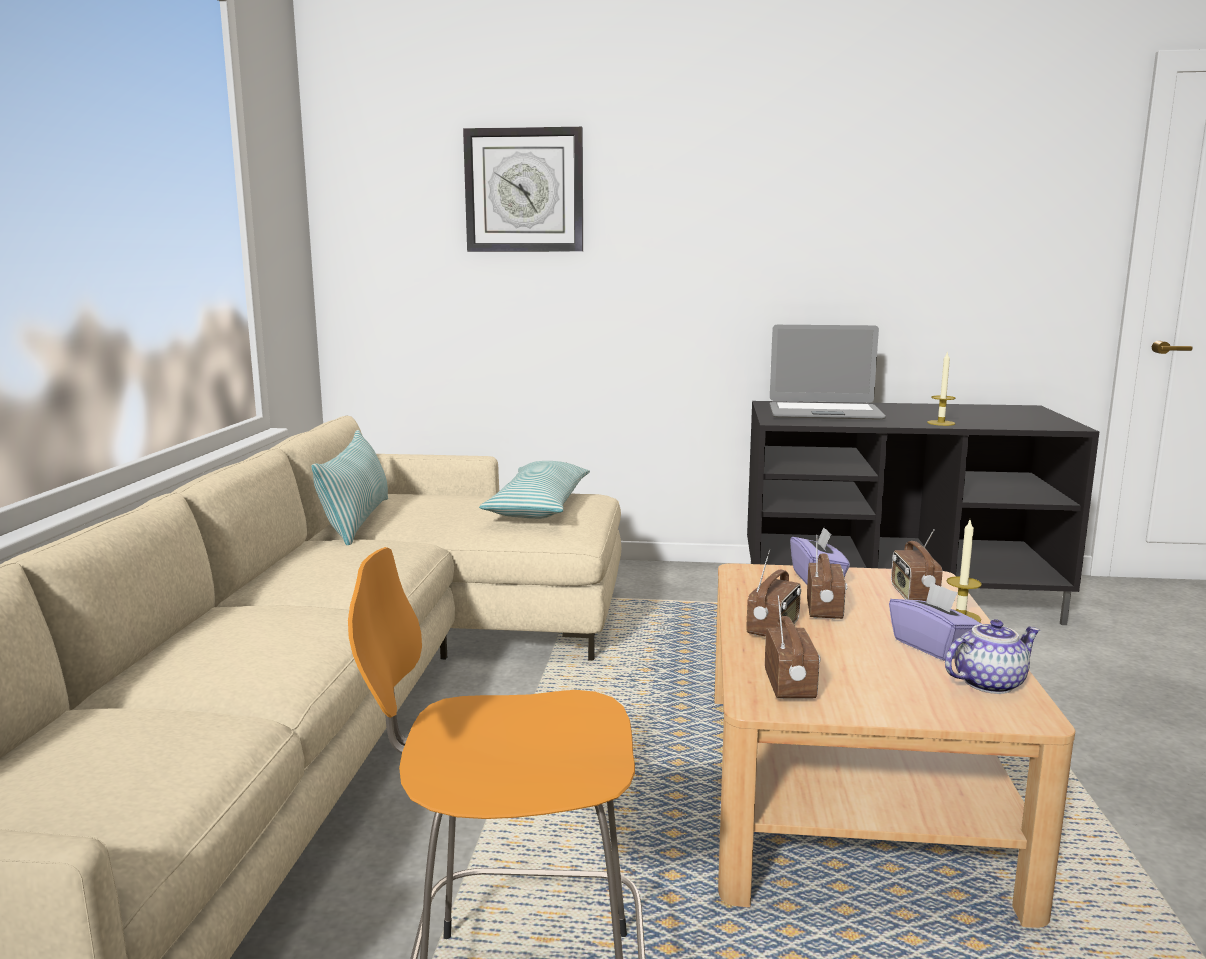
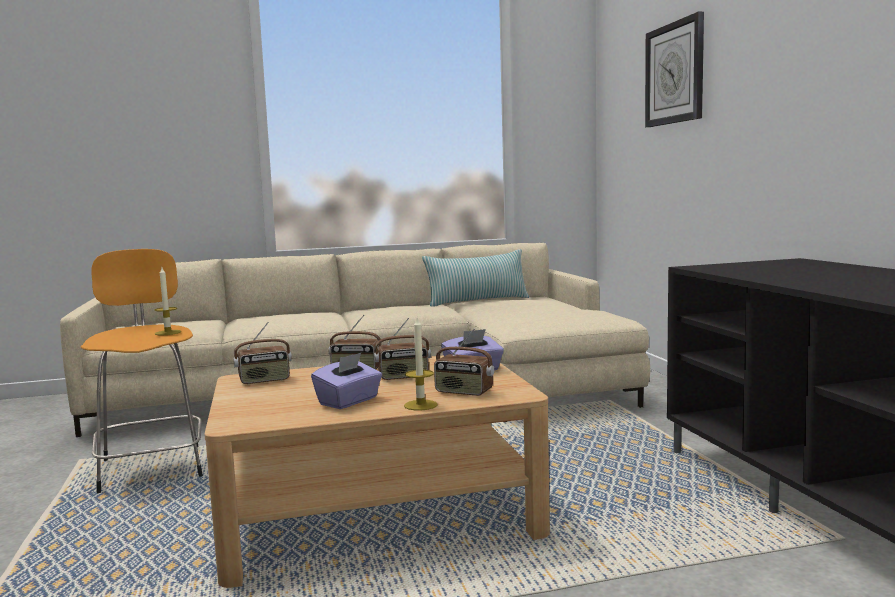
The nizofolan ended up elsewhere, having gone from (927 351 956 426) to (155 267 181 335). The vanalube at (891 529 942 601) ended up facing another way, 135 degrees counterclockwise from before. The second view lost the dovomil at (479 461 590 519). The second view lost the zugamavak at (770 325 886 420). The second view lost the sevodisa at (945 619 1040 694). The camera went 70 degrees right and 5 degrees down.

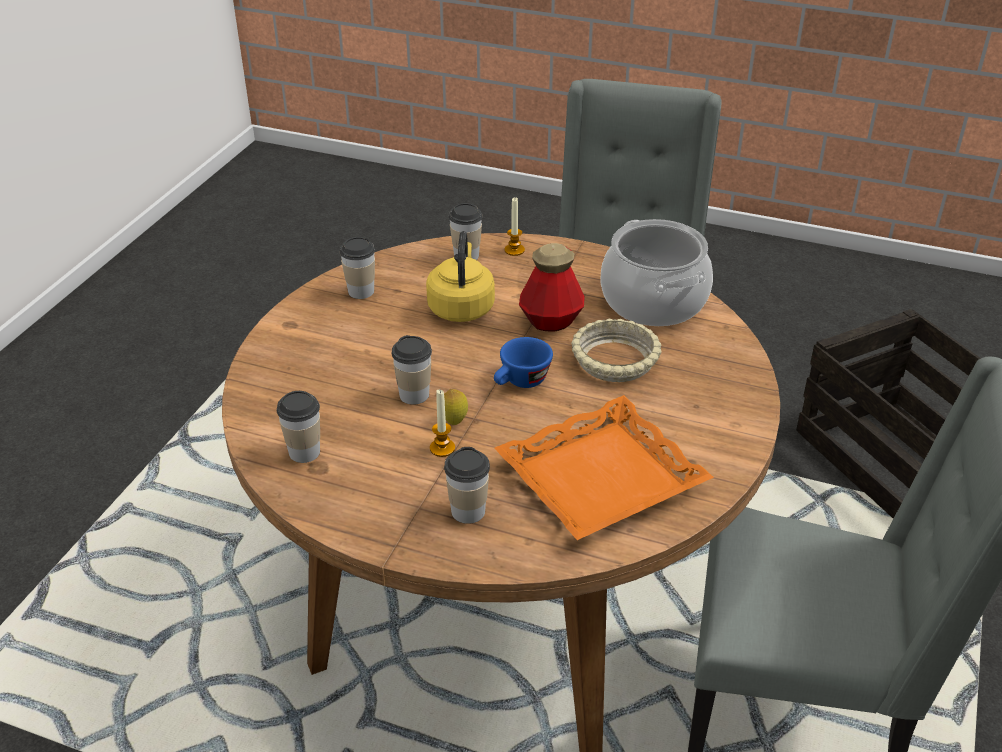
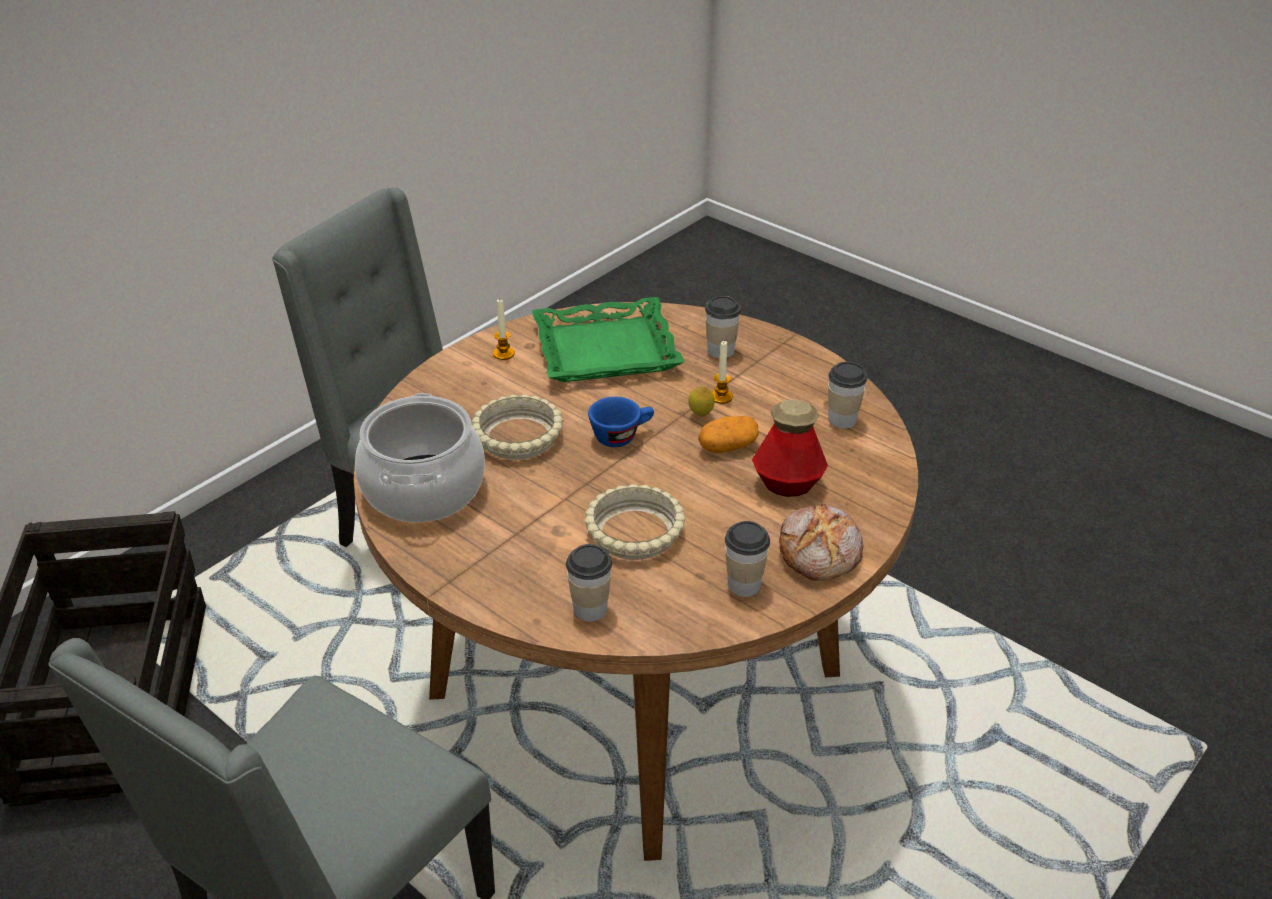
The nizofolan ended up elsewhere, having gone from (505 197 525 256) to (493 299 515 360). What was the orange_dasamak at (494 395 714 540) turned into the green_dasamak at (532 297 684 382). Where the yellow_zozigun stood at (426 231 495 322), the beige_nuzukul came to stand at (585 484 686 560). Where the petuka stood at (392 335 432 405), the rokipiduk came to stand at (698 416 759 453). The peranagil ended up elsewhere, having gone from (519 243 585 331) to (752 399 828 497). The second view gained the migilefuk at (779 504 863 581). The camera went 160 degrees left and 0 degrees up.

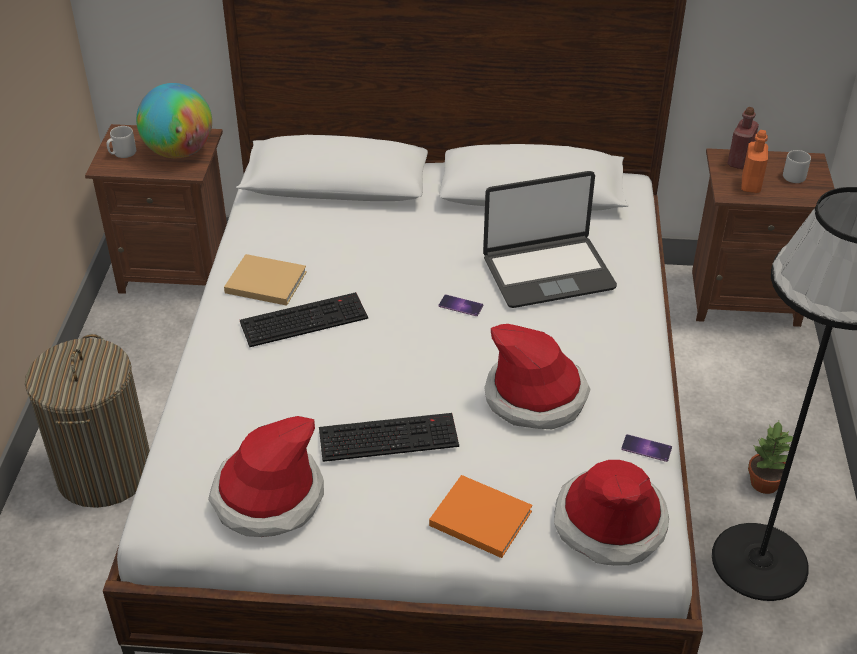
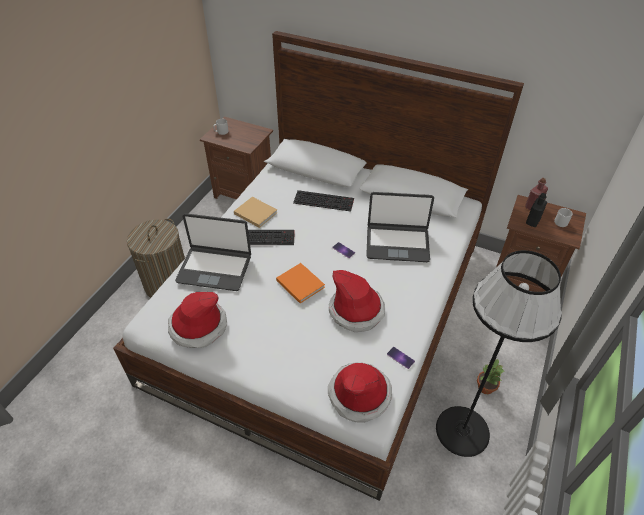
The second view gained the zugamavak at (175 213 251 291). The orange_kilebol ended up elsewhere, having gone from (429 475 533 558) to (276 263 325 303). The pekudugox ended up elsewhere, having gone from (319 413 459 462) to (293 190 354 212). What was the orange_peranagil at (741 130 768 193) turned into the black_peranagil at (526 193 547 227). The second view lost the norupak at (136 83 212 158). The camera went 20 degrees right and 5 degrees up.

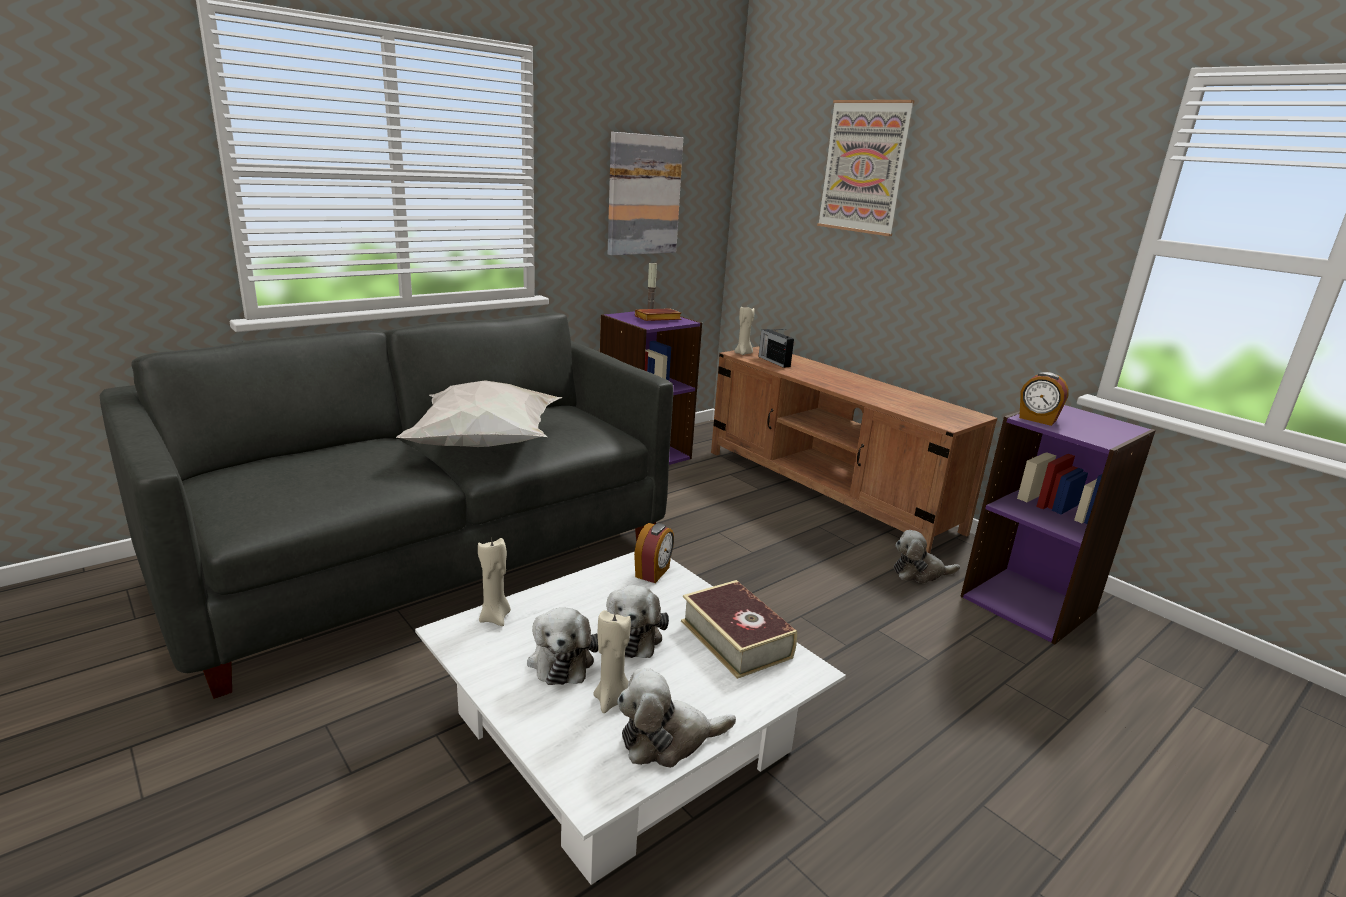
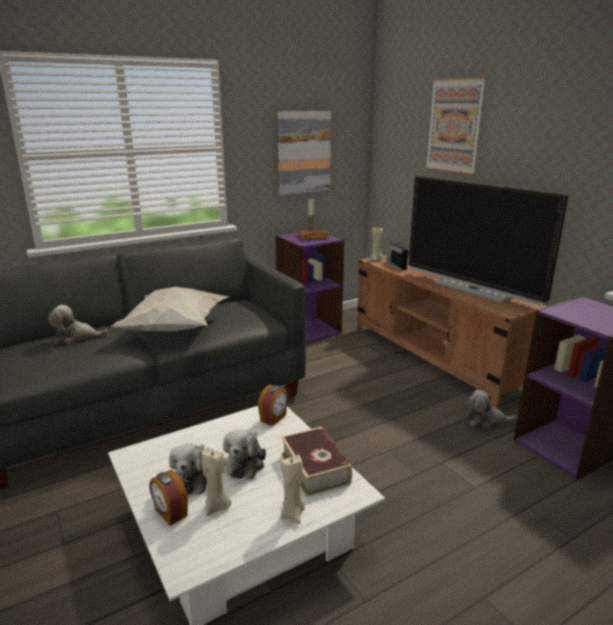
The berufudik ended up elsewhere, having gone from (617 668 736 768) to (48 305 109 346). The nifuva ended up elsewhere, having gone from (1019 372 1069 426) to (150 470 188 526). The beige_nizofolan ended up elsewhere, having gone from (478 538 511 626) to (281 455 305 524). The second view gained the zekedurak at (408 176 568 305). The camera went 10 degrees right and 0 degrees up.

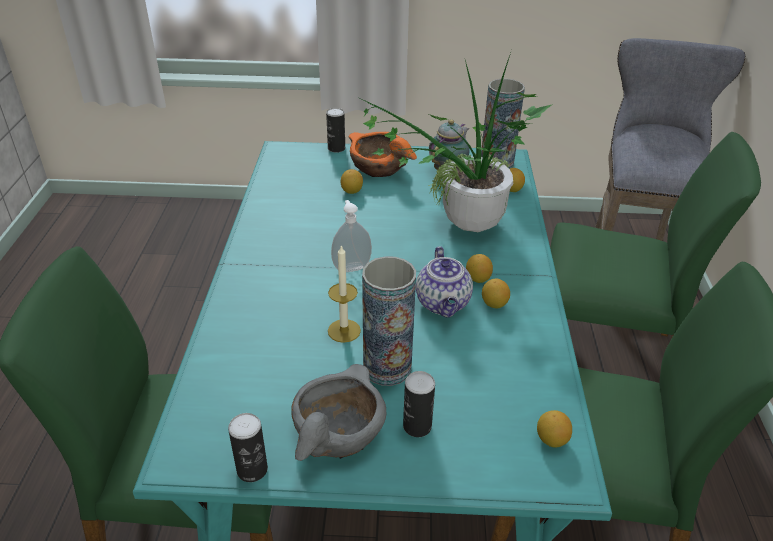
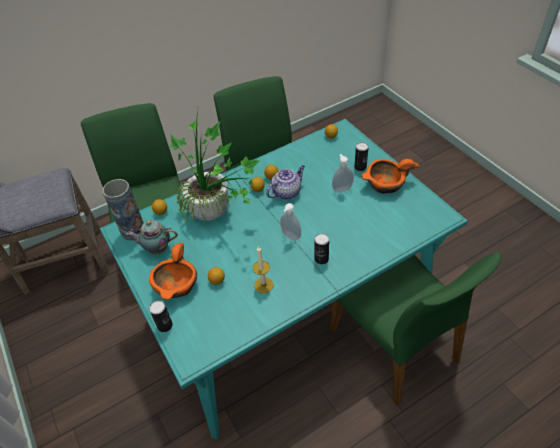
The nizofolan ended up elsewhere, having gone from (328 244 361 343) to (253 246 273 293). The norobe ended up elsewhere, having gone from (228 413 268 482) to (314 233 329 265). Where the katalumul stood at (362 256 416 386), the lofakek came to stand at (332 154 354 193). What was the grey_nuzukul at (291 364 386 461) turned into the orange_nuzukul at (361 159 419 194). The camera went 120 degrees left and 10 degrees up.

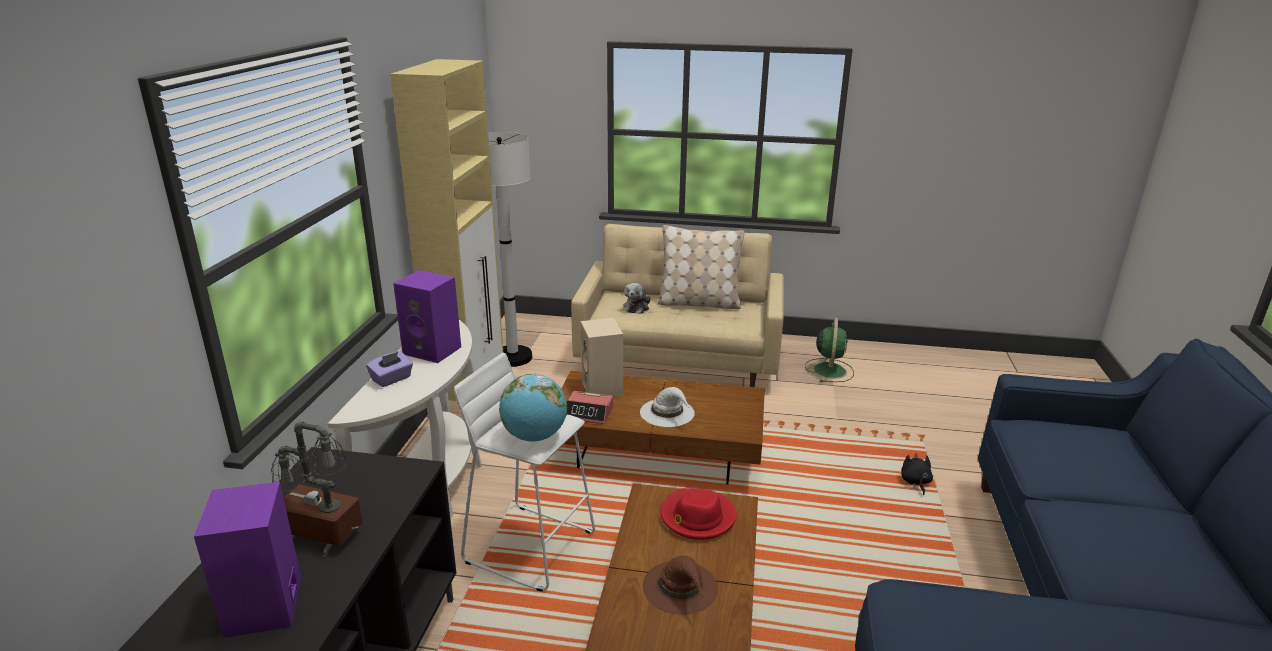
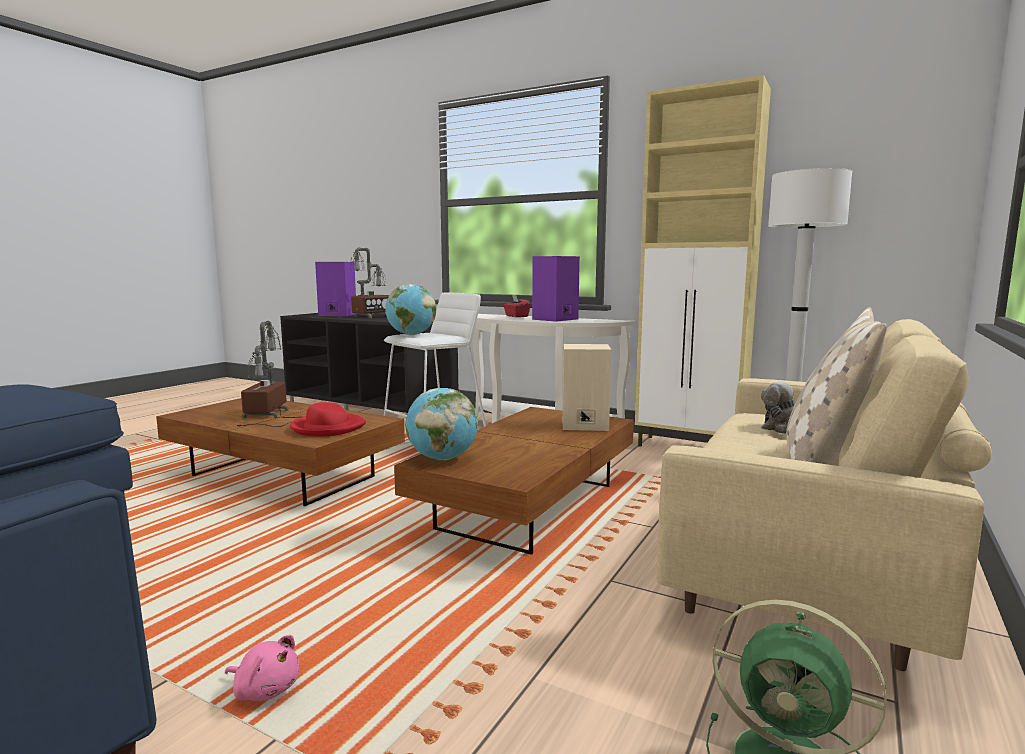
What was the black_berufudik at (901 453 933 495) turned into the pink_berufudik at (225 635 300 701). Where the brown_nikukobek stood at (643 555 718 615), the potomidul came to stand at (235 321 297 427). The second view gained the norupak at (405 388 478 460). What was the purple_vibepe at (366 351 413 387) turned into the red_vibepe at (503 295 531 317). The second view lost the nifuva at (566 391 613 424). The second view lost the white_nikukobek at (640 387 695 427). The camera went 110 degrees right and 15 degrees down.

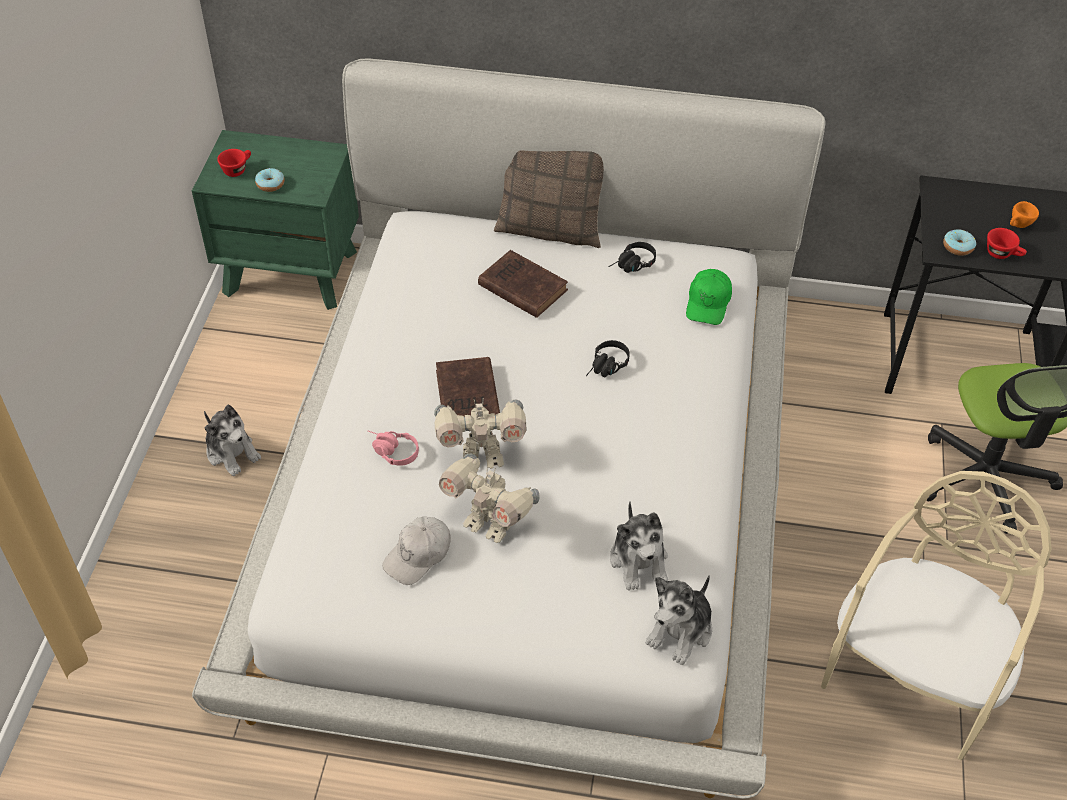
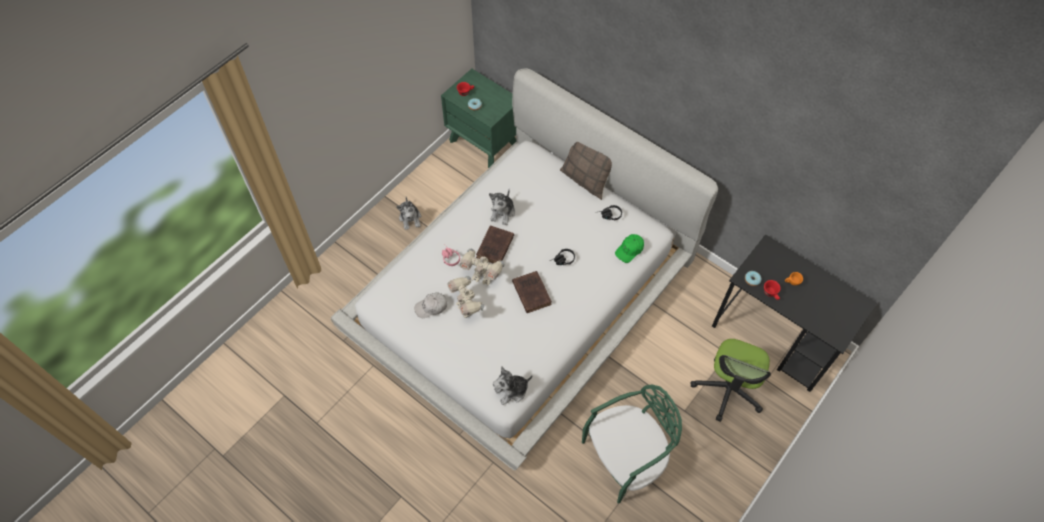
The berufudik ended up elsewhere, having gone from (610 501 668 591) to (489 190 515 225). The brown_kilebol ended up elsewhere, having gone from (478 250 568 318) to (512 271 552 313). What was the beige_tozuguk at (821 471 1052 760) turned into the green_tozuguk at (582 385 682 504). The camera went 30 degrees right and 10 degrees up.

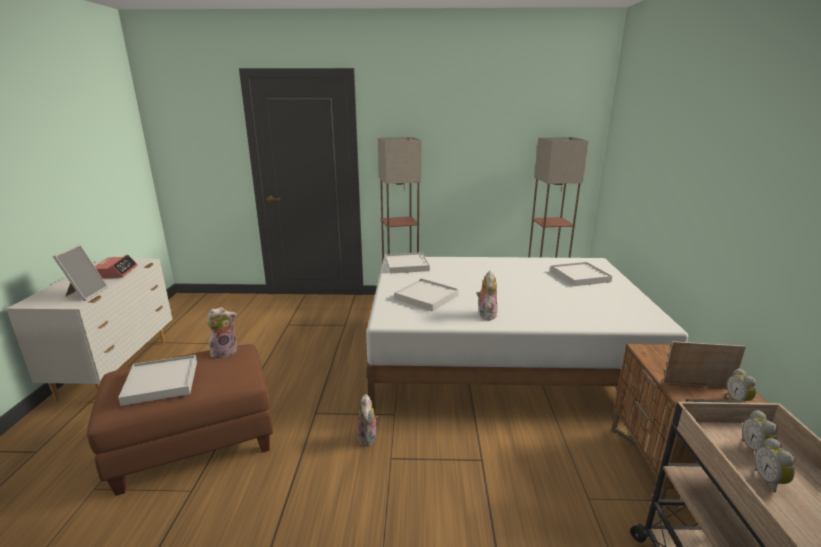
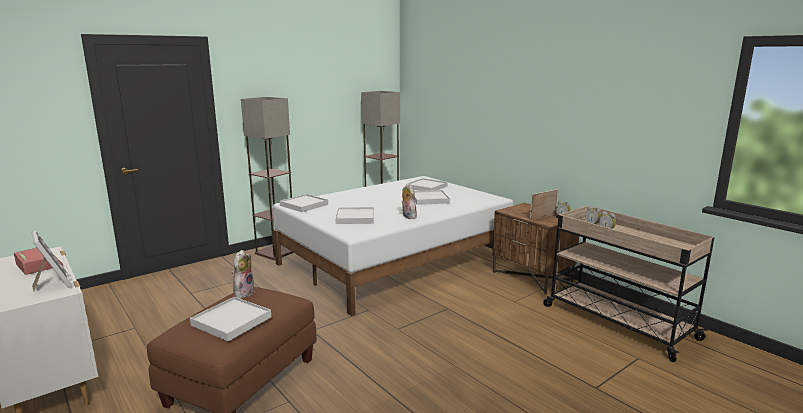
The second view gained the white_dasamak at (414 190 450 205). The second view lost the berufudik at (357 394 379 446). The camera went 40 degrees left and 5 degrees down.

